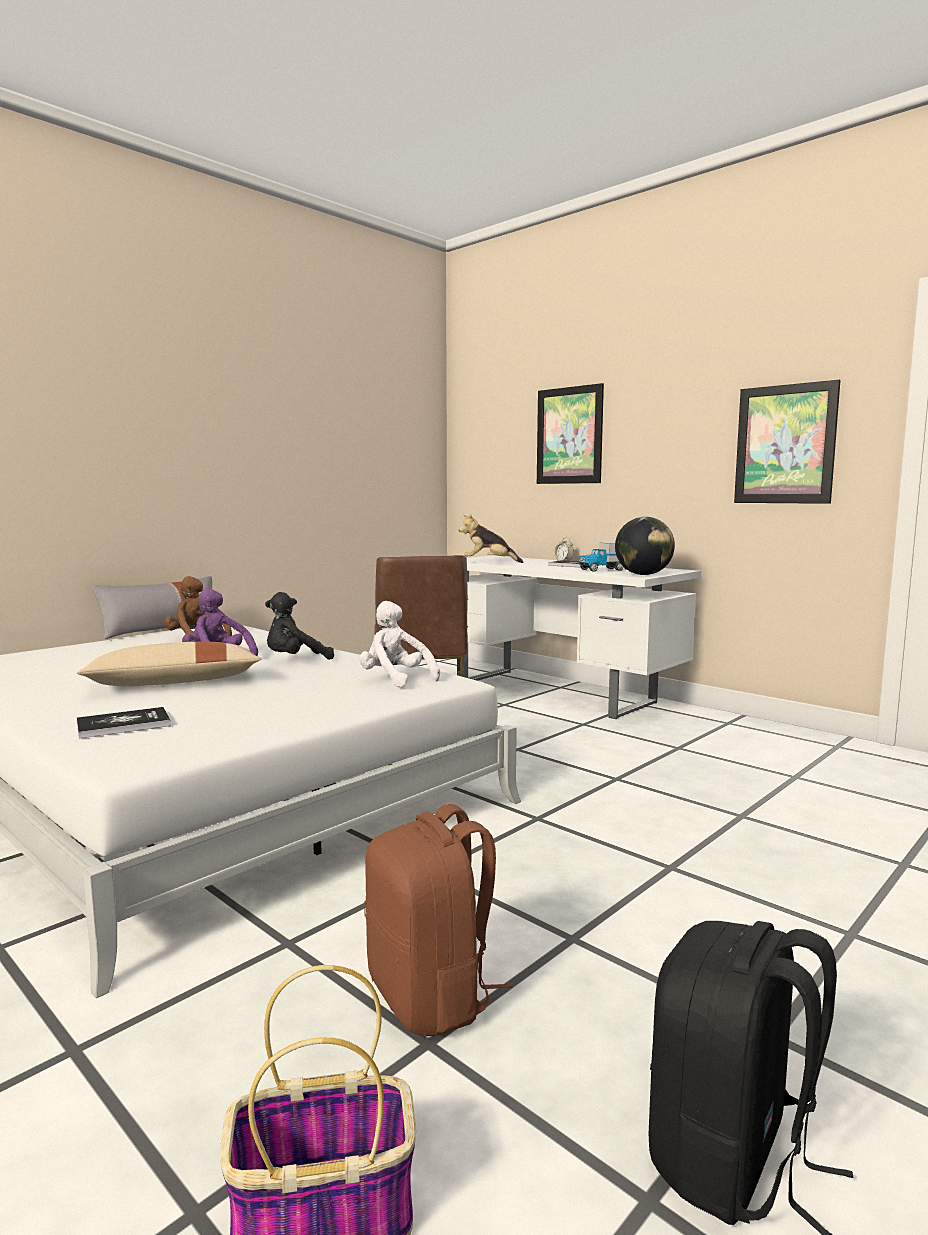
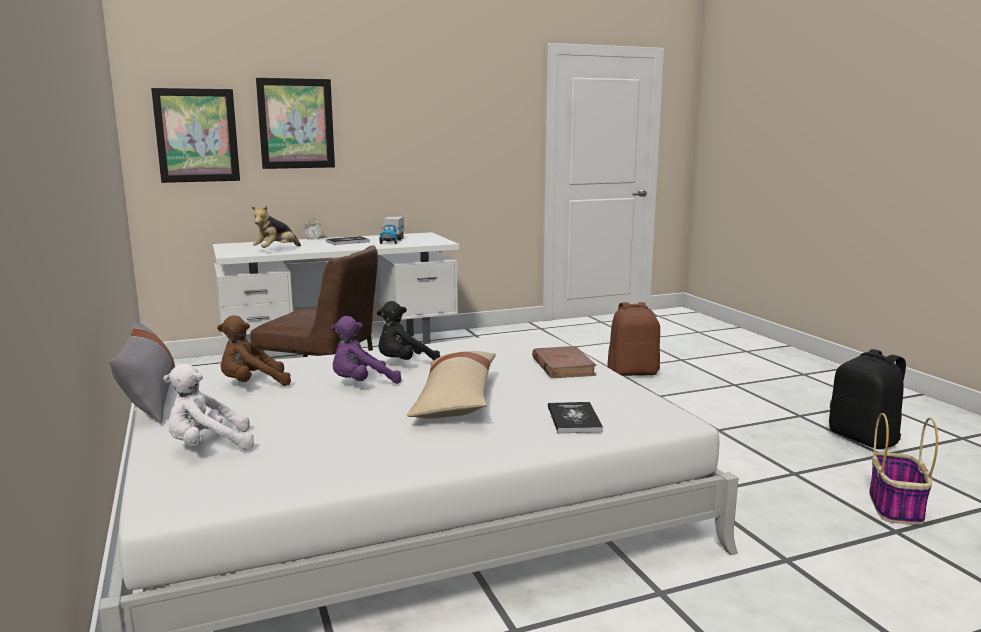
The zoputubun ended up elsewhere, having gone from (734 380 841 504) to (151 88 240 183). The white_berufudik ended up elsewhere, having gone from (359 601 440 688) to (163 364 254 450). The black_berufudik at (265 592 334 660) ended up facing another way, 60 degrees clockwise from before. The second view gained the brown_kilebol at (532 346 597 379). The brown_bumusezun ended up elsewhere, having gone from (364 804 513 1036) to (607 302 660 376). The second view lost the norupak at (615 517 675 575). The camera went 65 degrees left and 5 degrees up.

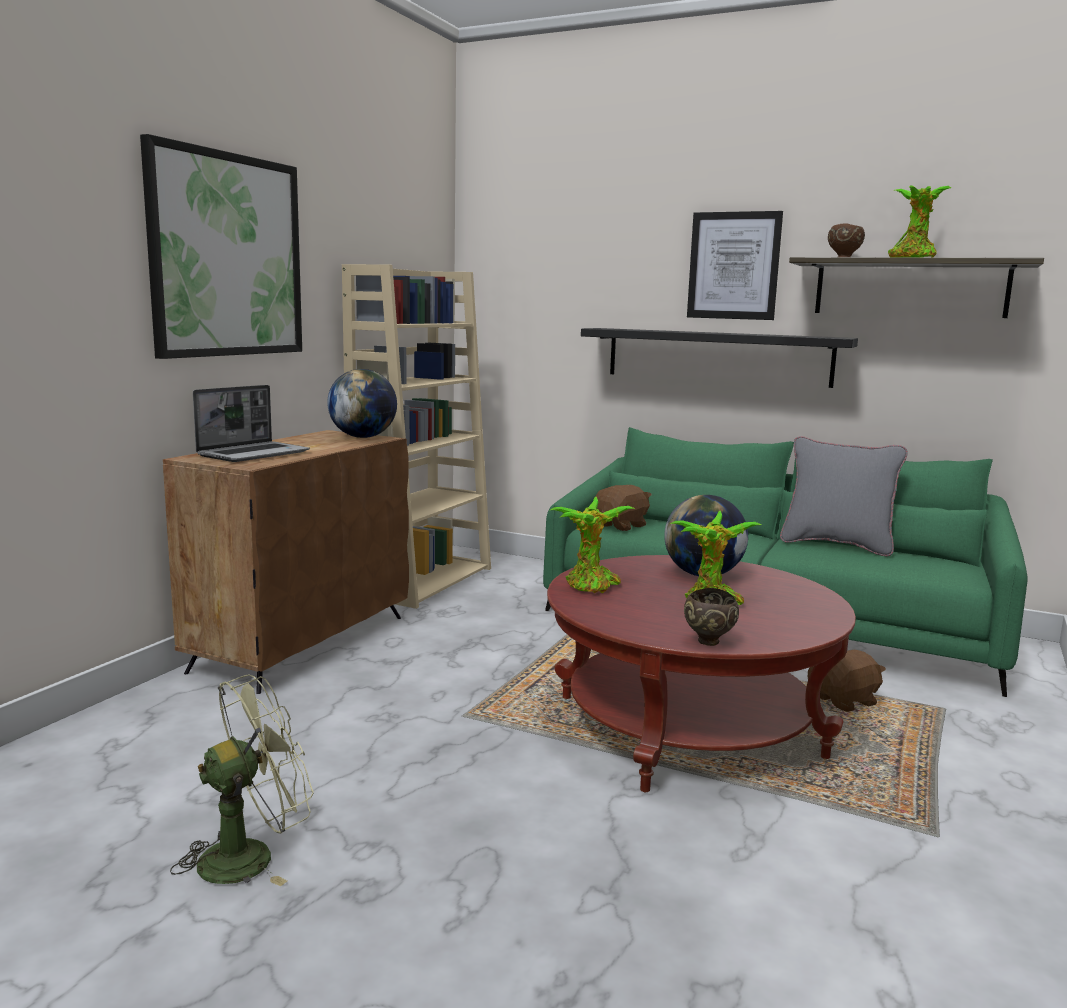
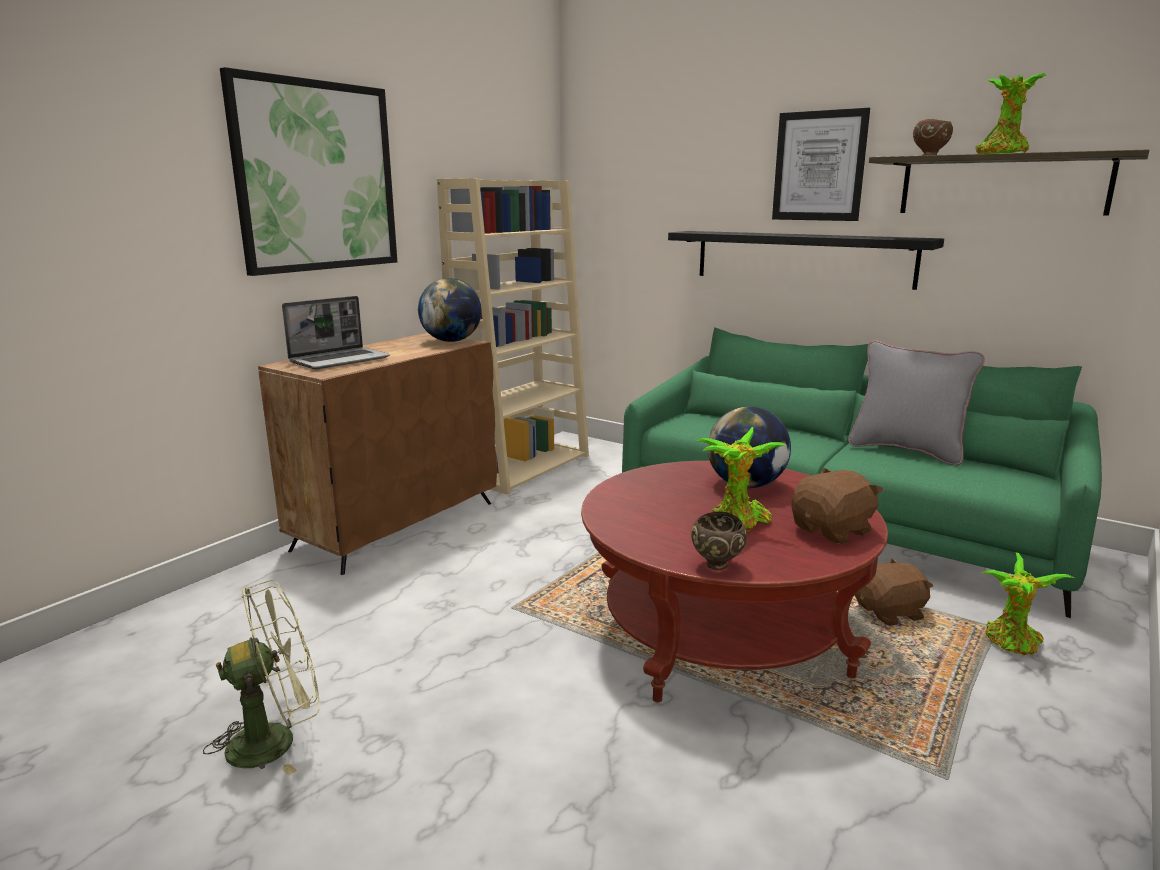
The brown_berufudik ended up elsewhere, having gone from (596 485 652 531) to (791 468 883 544). The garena ended up elsewhere, having gone from (550 497 635 593) to (980 552 1074 656). The camera went 10 degrees right and 5 degrees up.

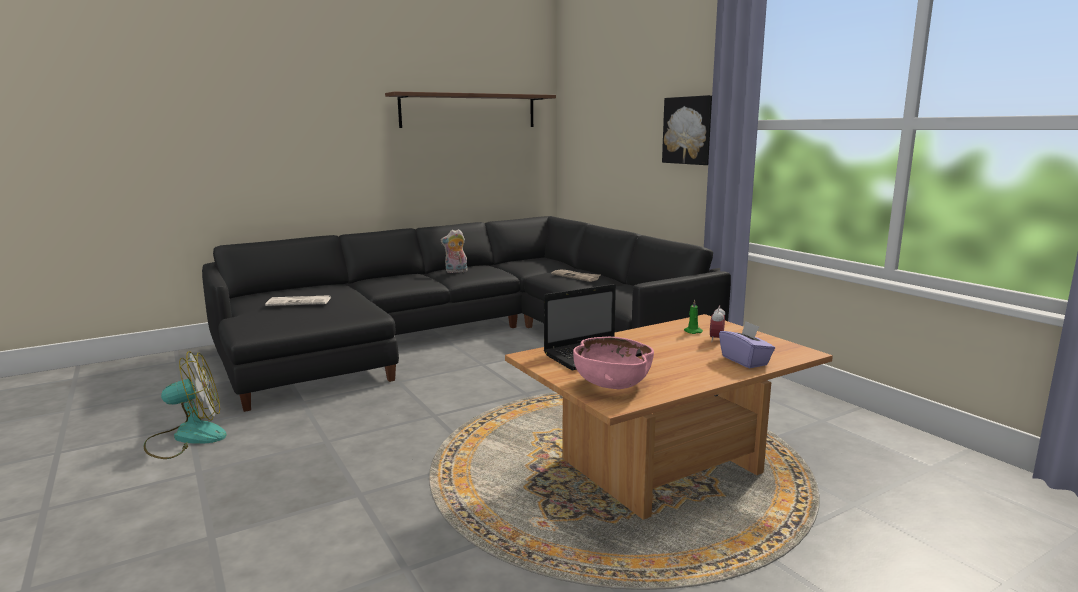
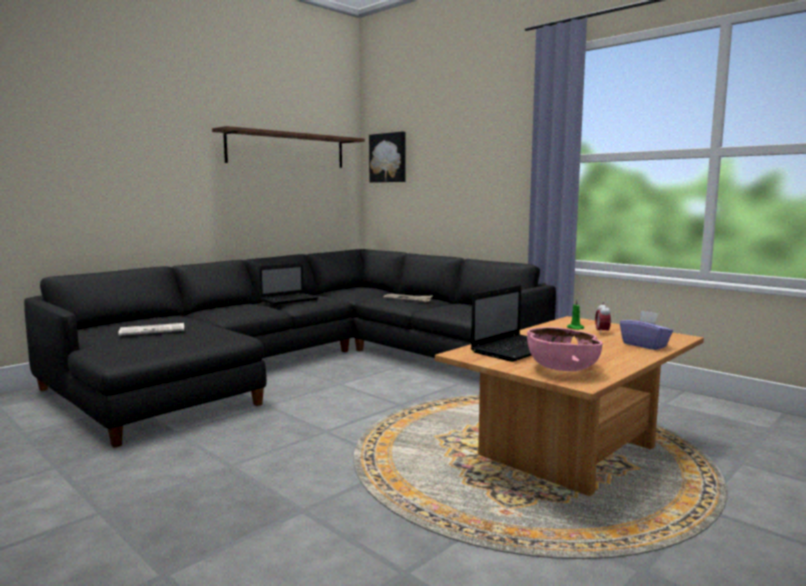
Where the berufudik stood at (441 229 468 273), the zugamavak came to stand at (259 263 318 305). The zoputubun ended up elsewhere, having gone from (662 95 712 165) to (369 131 406 182). The second view lost the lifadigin at (144 351 227 459). The camera went 15 degrees left and 5 degrees down.

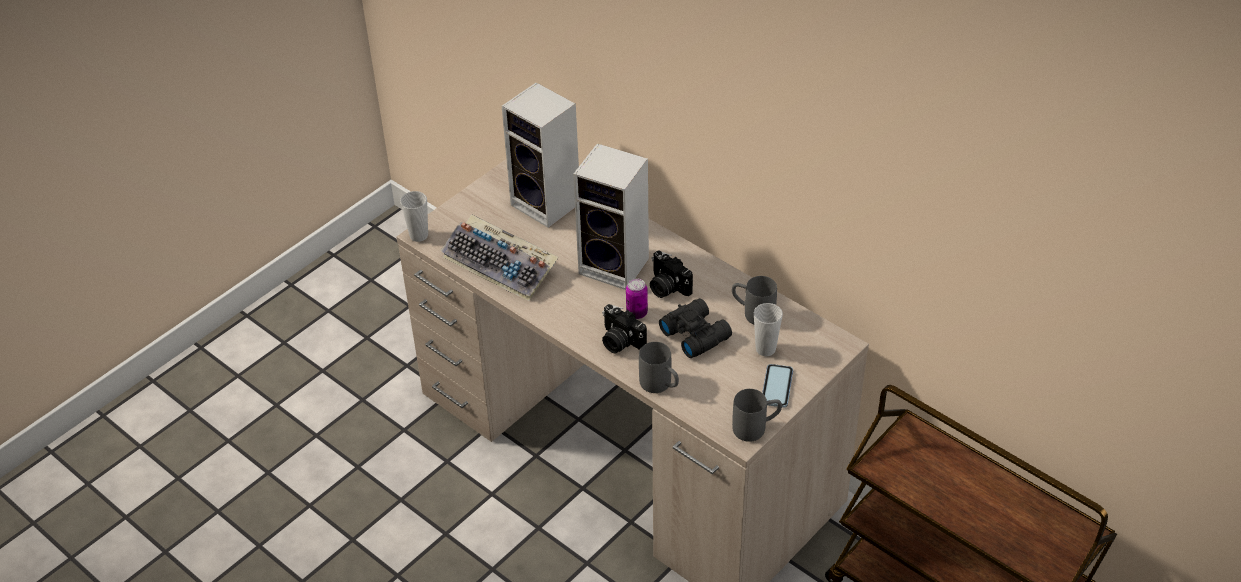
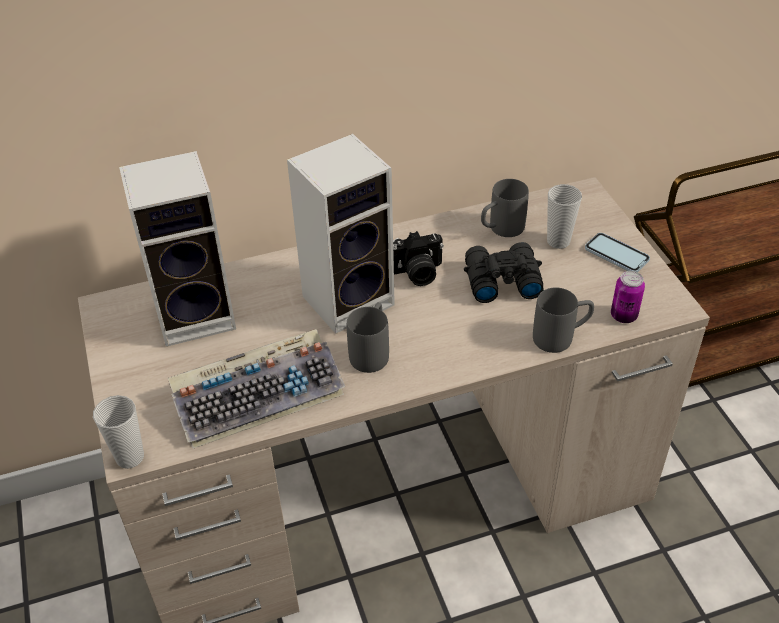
The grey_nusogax ended up elsewhere, having gone from (732 389 782 442) to (347 302 389 373). The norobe ended up elsewhere, having gone from (626 278 648 319) to (611 271 645 323). The second view lost the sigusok at (602 304 647 354). The camera went 60 degrees left and 0 degrees up.

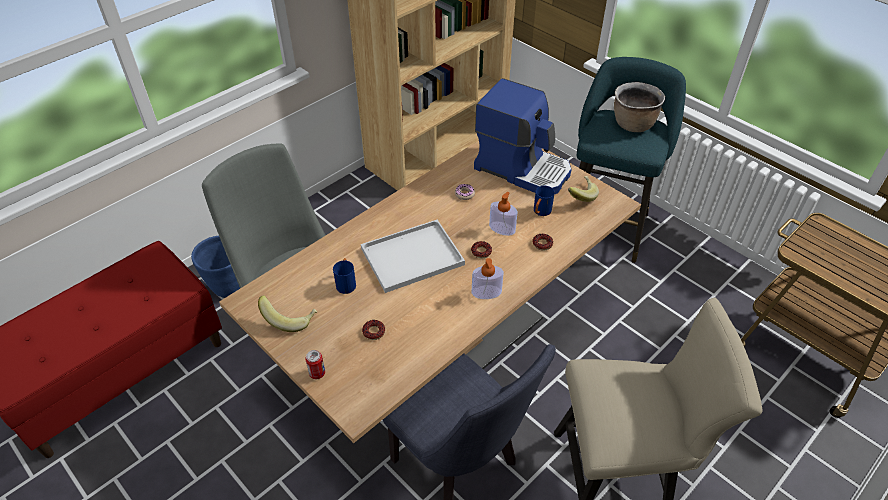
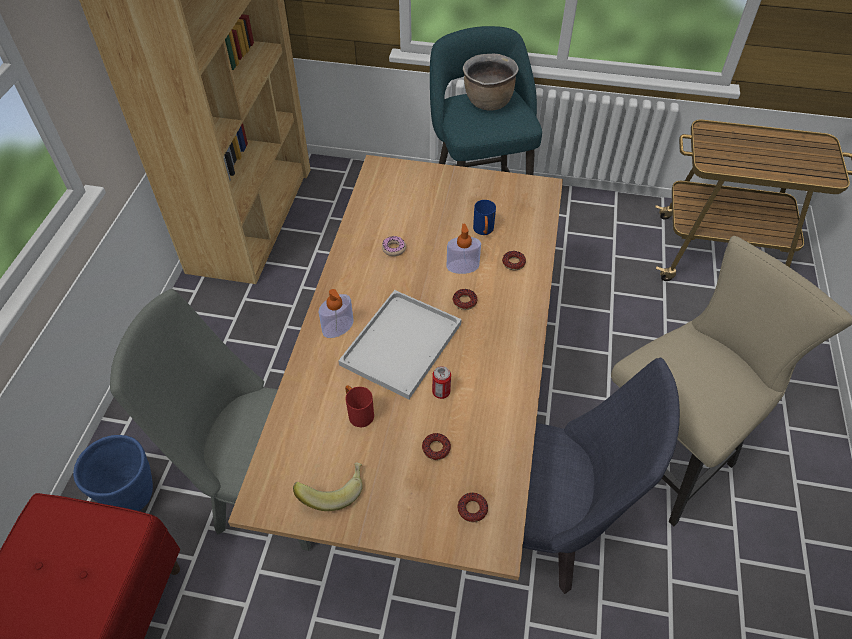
The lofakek ended up elsewhere, having gone from (472 258 504 299) to (319 289 354 338). What was the blue_nusogax at (333 258 356 294) turned into the red_nusogax at (345 386 374 427). The norobe ended up elsewhere, having gone from (305 350 325 379) to (432 366 451 399). The second view gained the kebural at (457 493 488 522). The second view lost the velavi at (474 78 572 194). The second view lost the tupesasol at (568 176 599 202). The camera went 35 degrees left and 5 degrees up.

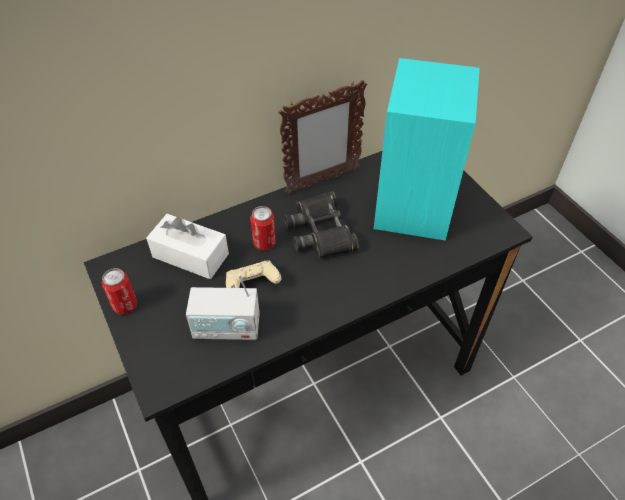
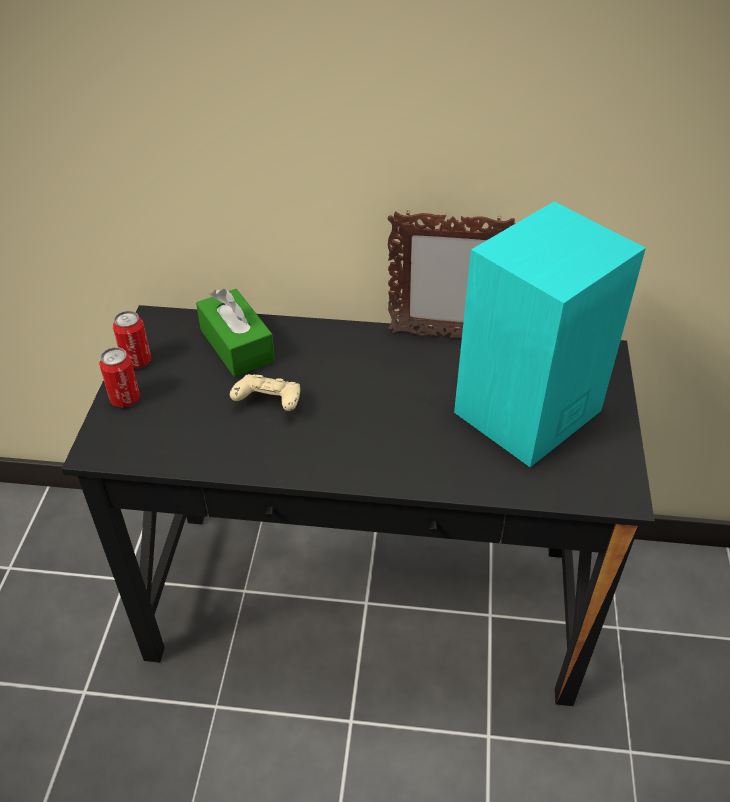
The norobe ended up elsewhere, having gone from (250 206 276 250) to (99 347 140 407). What was the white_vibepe at (146 214 229 279) turned into the green_vibepe at (196 289 275 377). The second view lost the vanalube at (186 274 260 340). The second view lost the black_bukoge at (284 191 359 258). The camera went 35 degrees right and 5 degrees down.

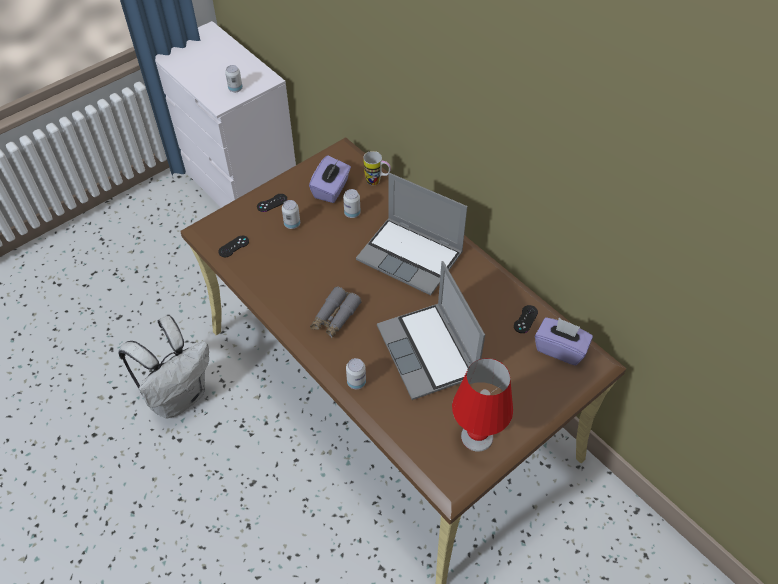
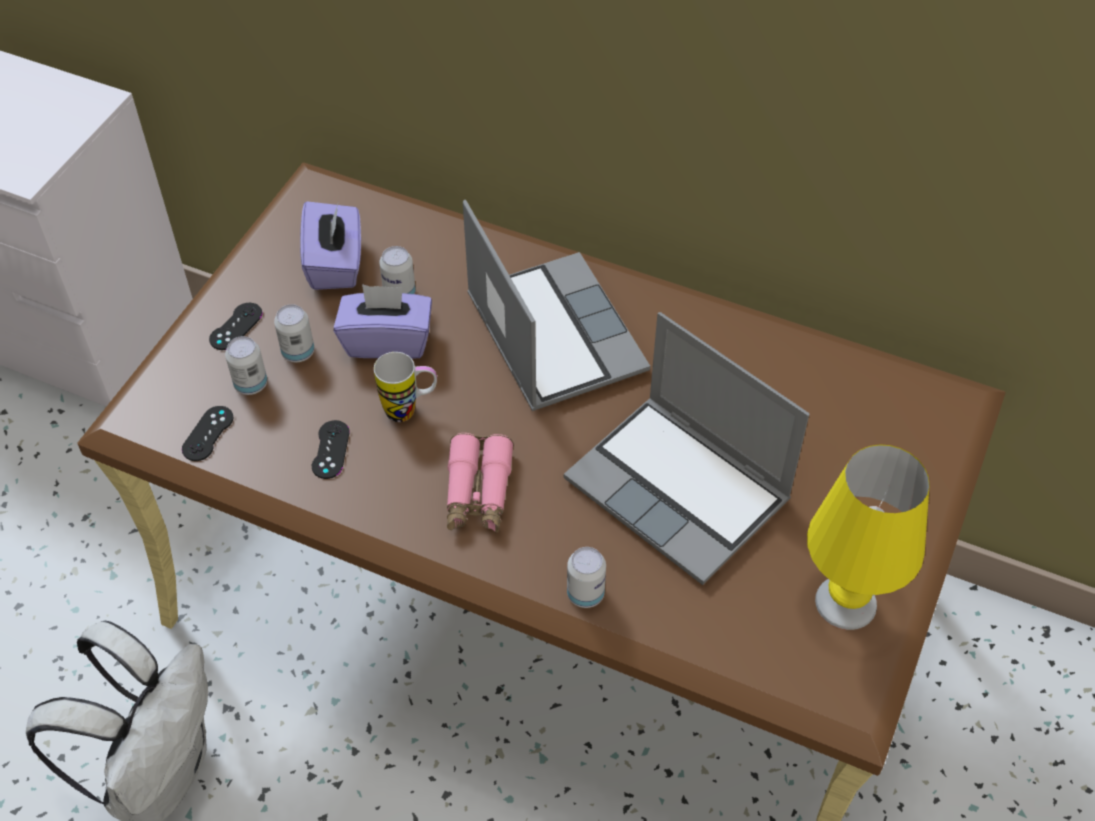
The norobe ended up elsewhere, having gone from (225 65 243 92) to (225 336 267 395). The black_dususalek ended up elsewhere, having gone from (514 305 538 333) to (312 420 350 479). The purple_vibepe ended up elsewhere, having gone from (535 317 593 365) to (334 284 432 359). The nusogax ended up elsewhere, having gone from (363 151 391 186) to (374 352 437 422). What was the grey_bukoge at (310 286 362 338) turned into the pink_bukoge at (447 433 514 532). The zugamavak at (356 173 467 296) ended up facing another way, 120 degrees counterclockwise from before. What was the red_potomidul at (452 358 513 452) turned into the yellow_potomidul at (807 444 929 630). The camera went 25 degrees left and 0 degrees up.

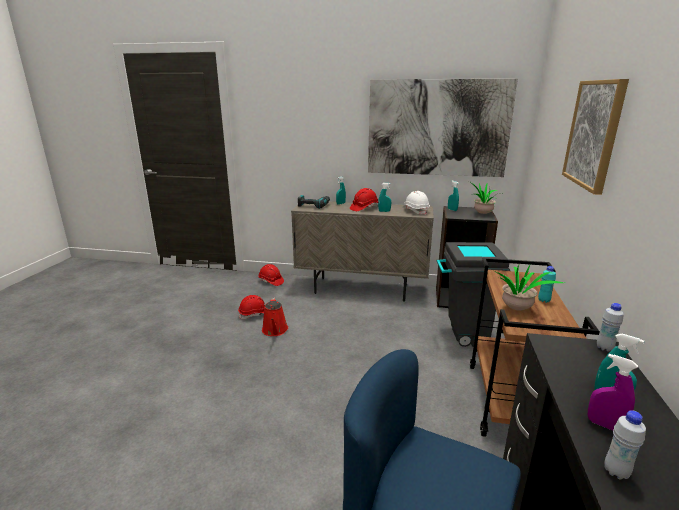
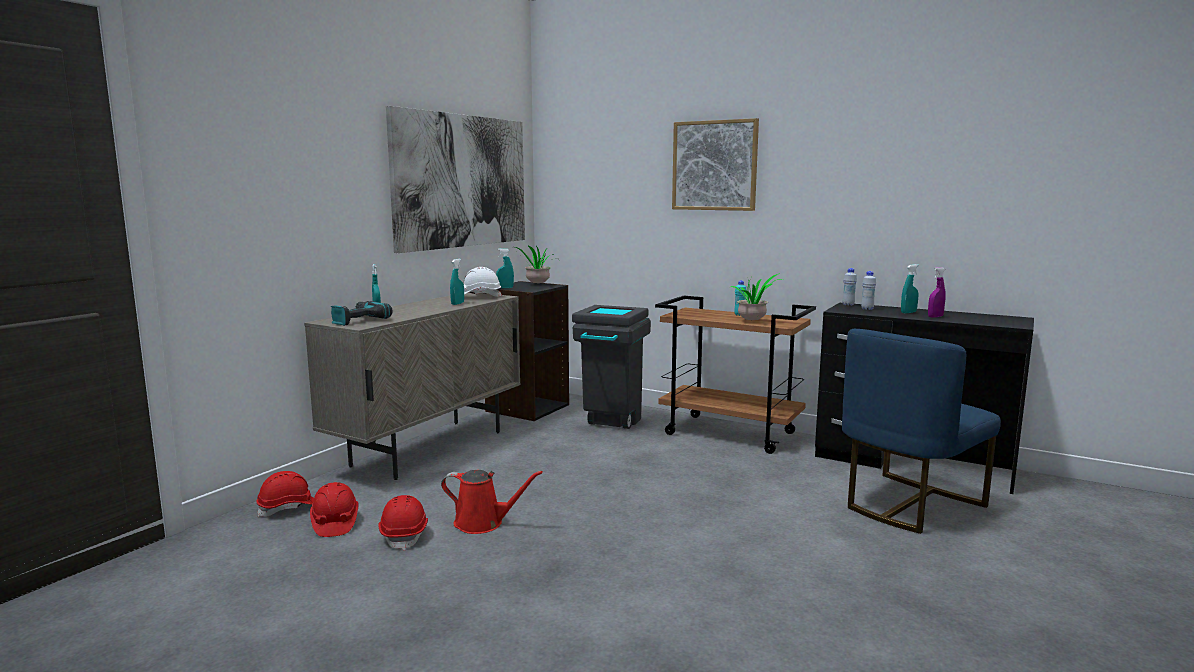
The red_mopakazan ended up elsewhere, having gone from (350 188 378 211) to (310 482 359 537). The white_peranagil ended up elsewhere, having gone from (604 410 646 480) to (861 271 876 310). The camera went 70 degrees left and 10 degrees down.

